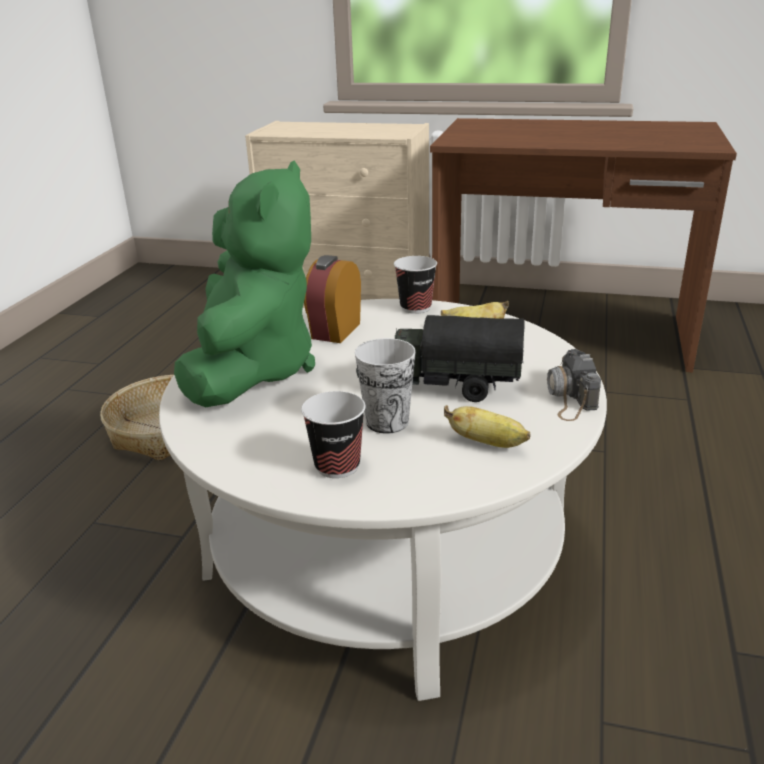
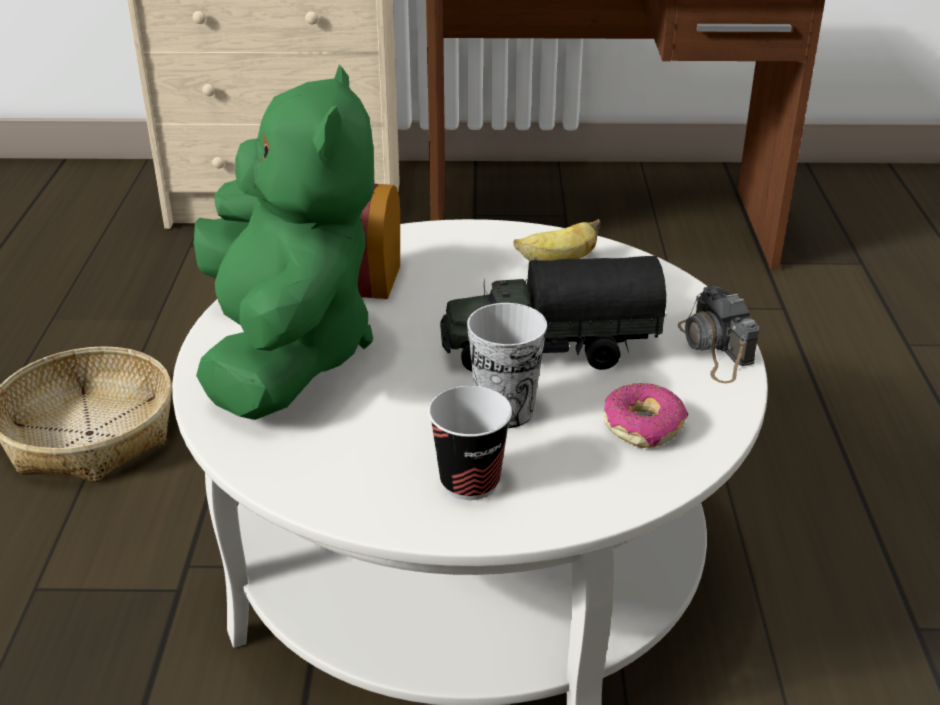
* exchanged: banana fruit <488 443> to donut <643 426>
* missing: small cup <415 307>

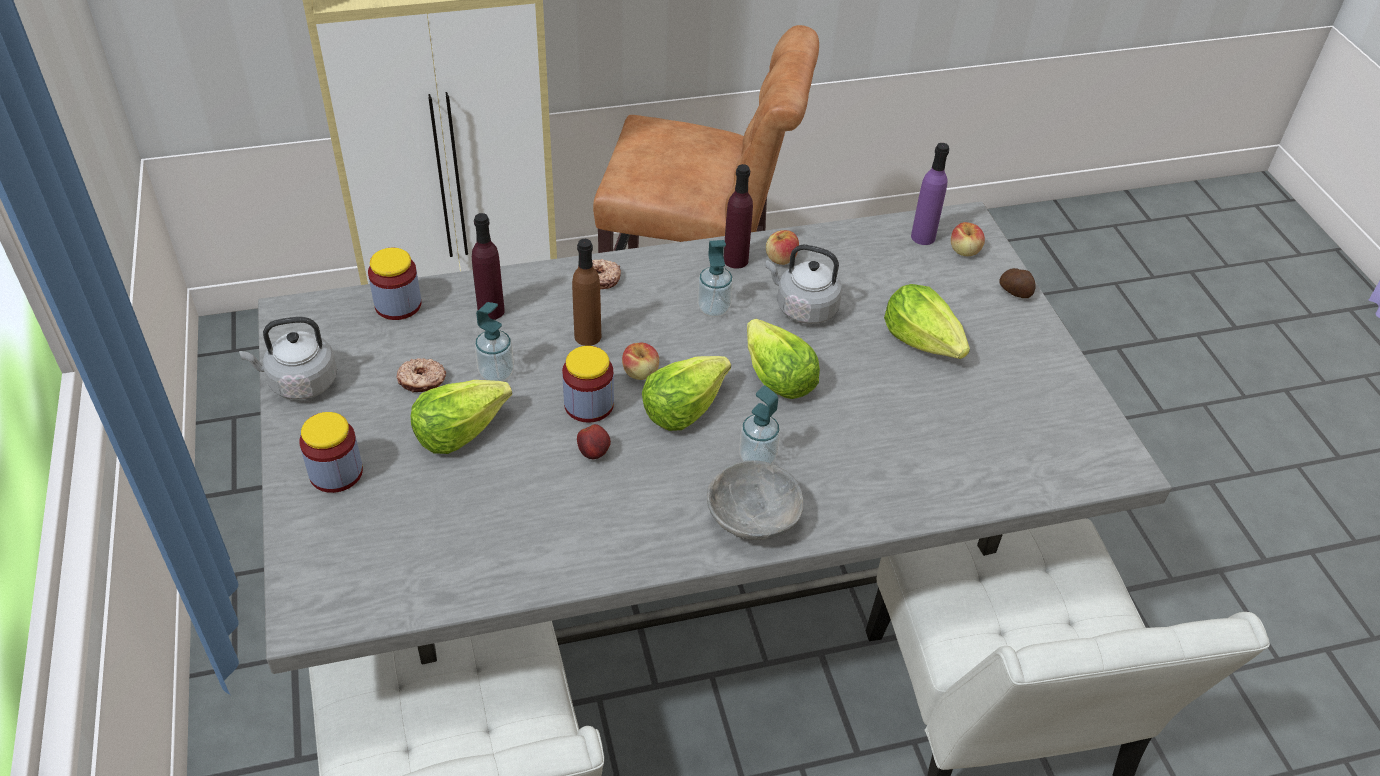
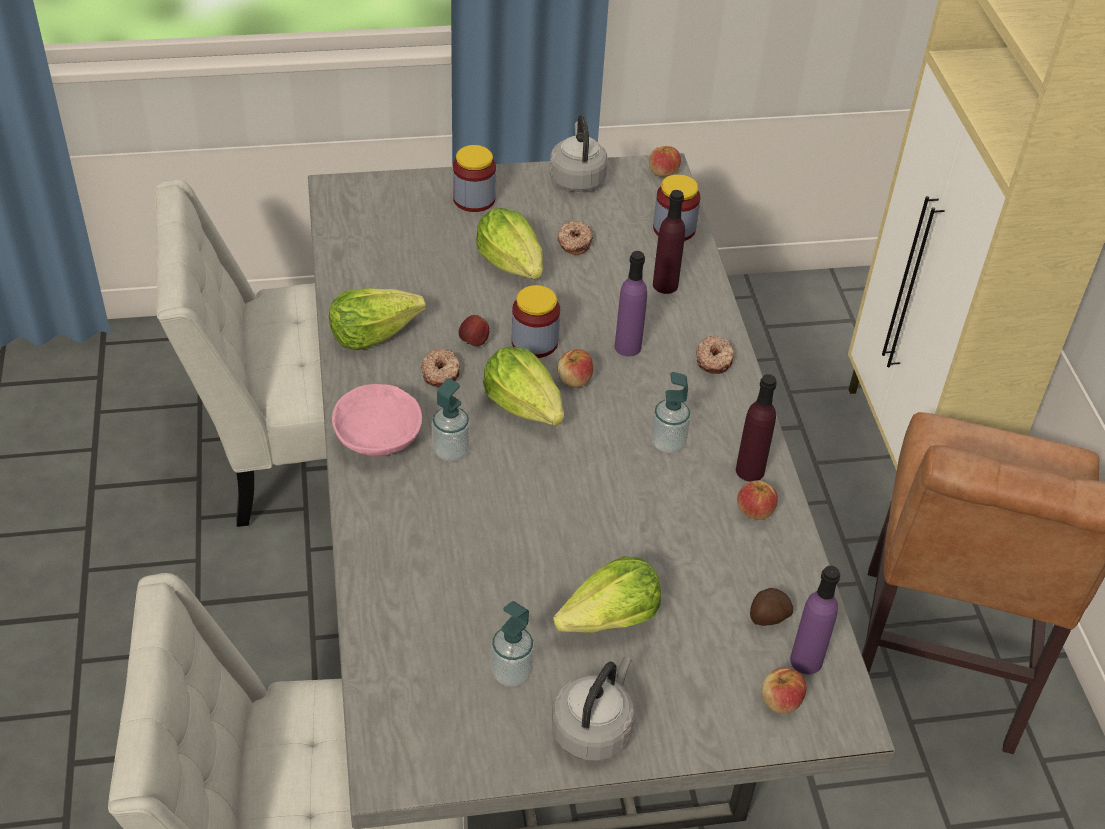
* relocated: lettuce head <776 378> to <373 333>
* colour: bowl/gray <751 519> to bowl/pinkish <377 437>
* appeared: donut <441 373>
* relocated: liquid soap bottle <496 373> to <511 673>
* relocated: tea kettle/gray <803 308> to <593 728>
* colour: drink bottle/brown-coloured <587 336> to drink bottle/purple <627 347>
* appeared: apple <663 172>
* relocated: whole potato <1015 292> to <767 617>

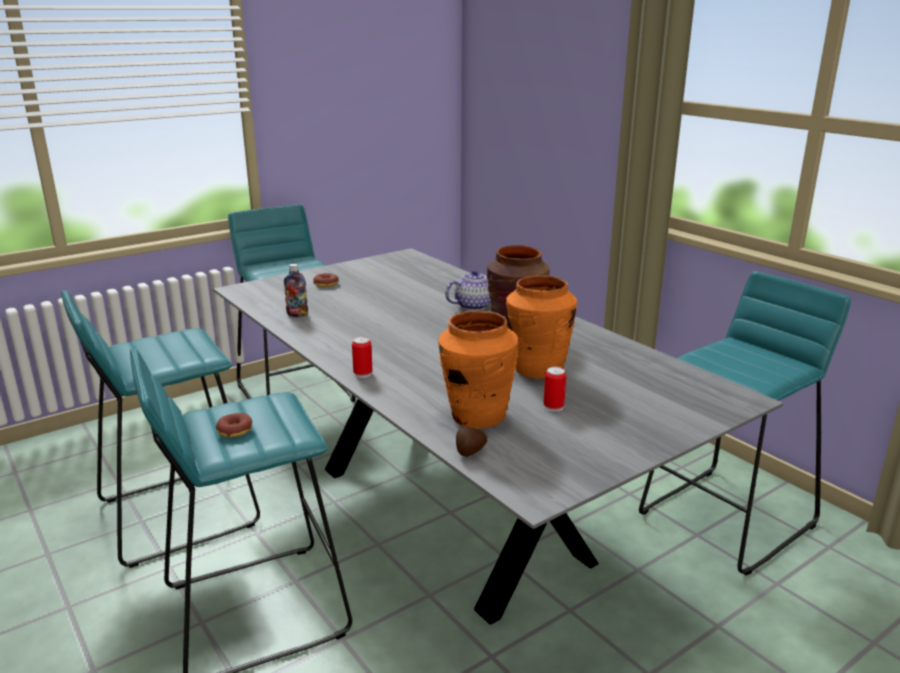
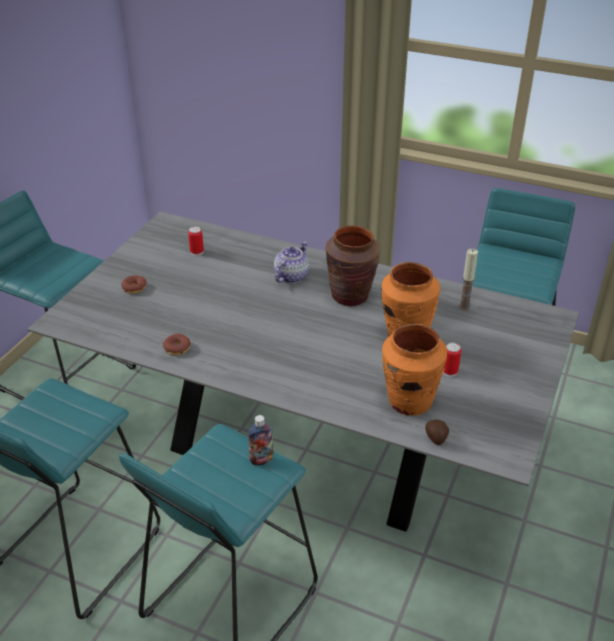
* relocated: donut <235 430> to <177 348>
* relocated: sealed can <363 373> to <197 252>
* relocated: drink bottle <297 314> to <261 460>
* appeared: wax light <464 306>

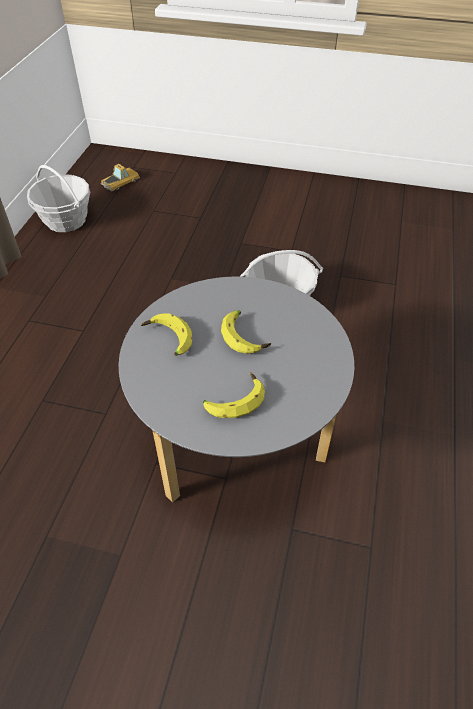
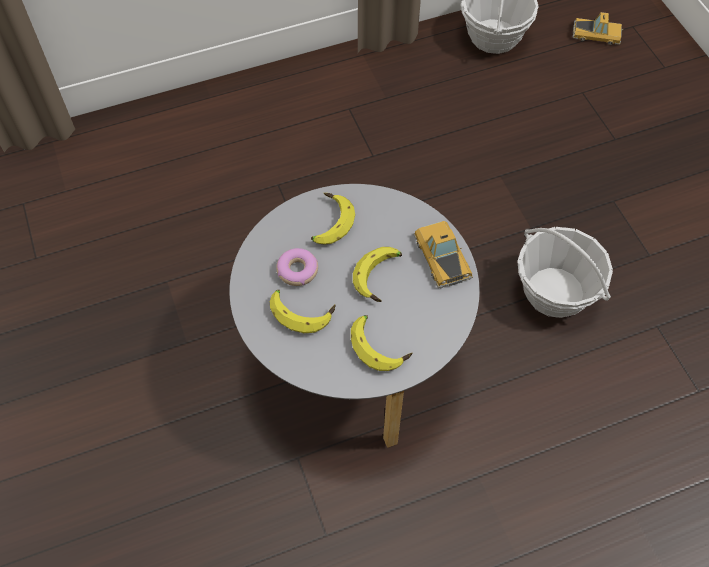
* appeared: donut <297 270>
* appeared: banana fruit <379 345>
* appeared: miniature car <442 256>

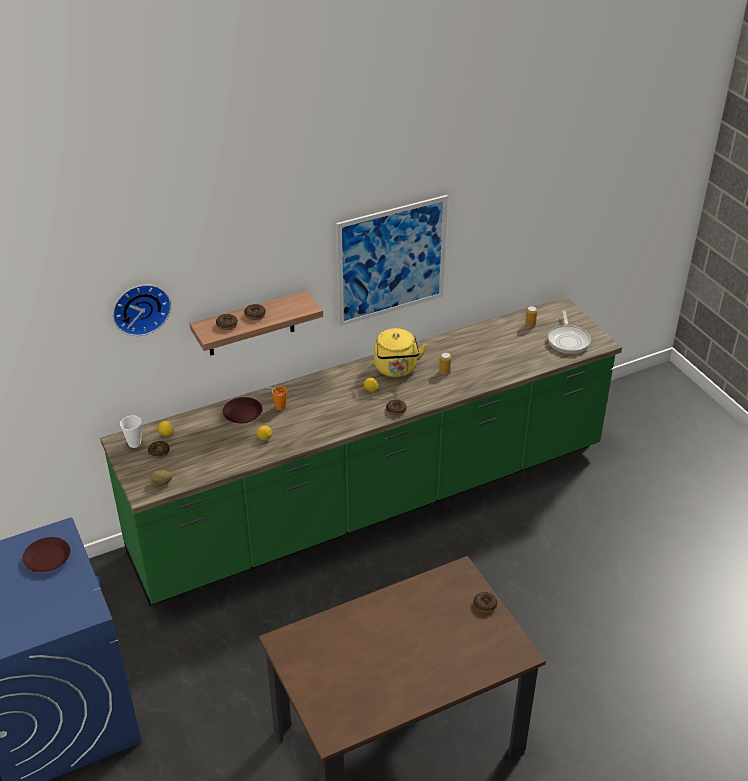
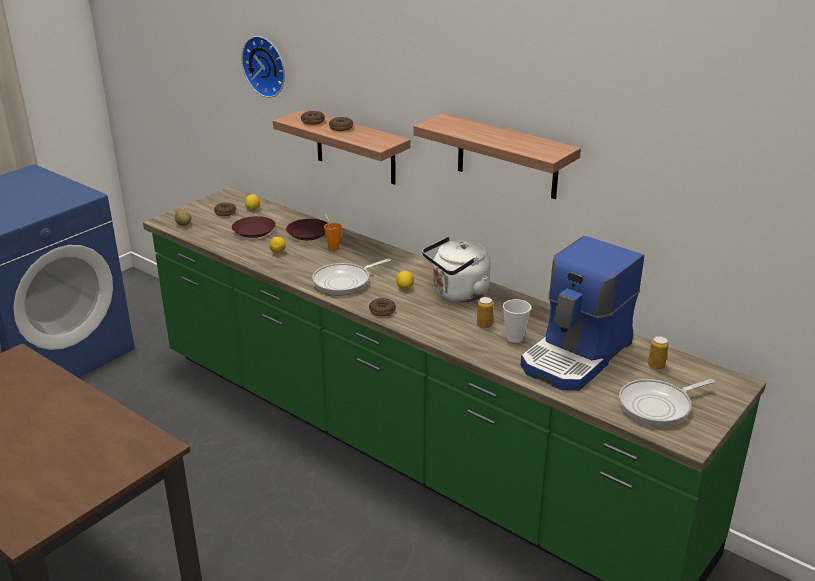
* relocated: flat dish/brown-coloured <48 558> to <254 231>
* appeared: pan <345 282>
* exchanged: wall art <391 261> to bracket shelf <507 157>
* colour: tea kettle/yellowish <396 369> to tea kettle/white-coloured <457 294>
* relocated: small cup <134 443> to <514 338>
* appeared: coffee brewer <577 356>
* missing: donut <485 604>

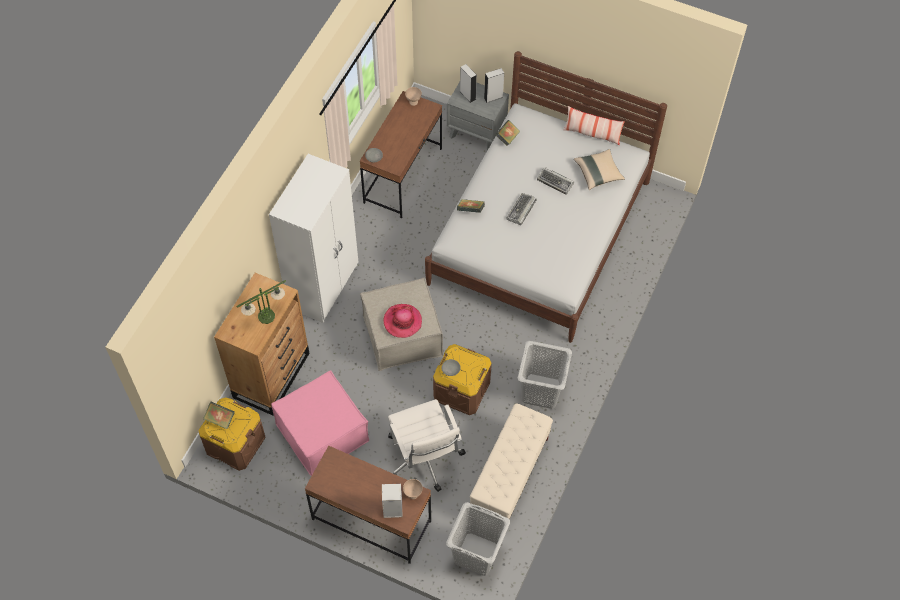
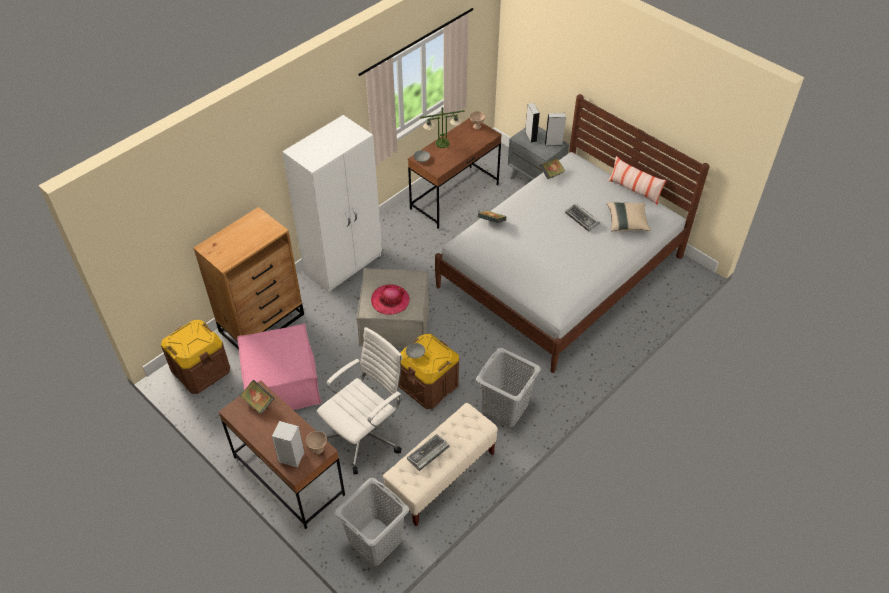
* relocated: book <220 419> to <258 402>
* spun: desk chair/white-coloured <424 458> = <365 435> 135 degrees counterclockwise
* relocated: keyboard <521 211> to <427 454>
* relocated: tabletop lamp <266 316> to <442 143>

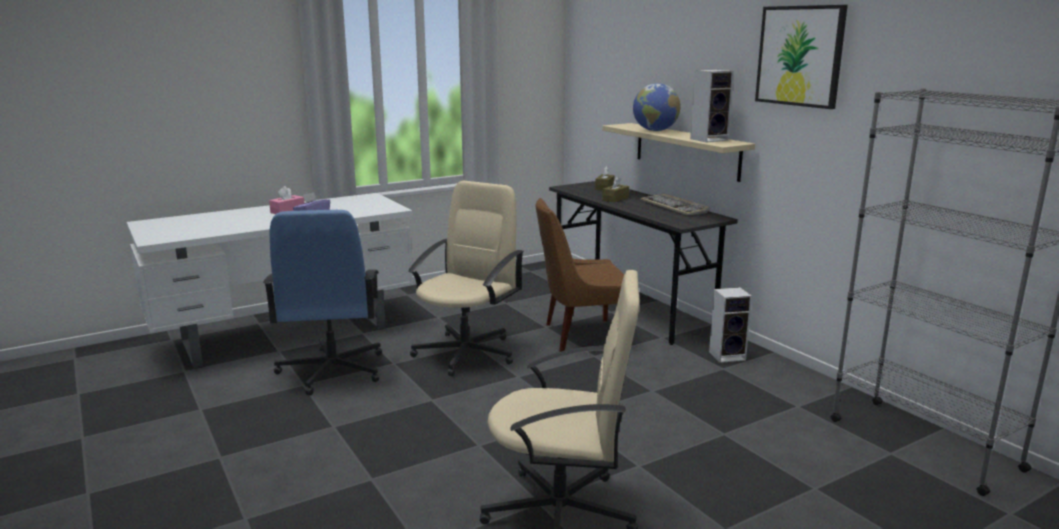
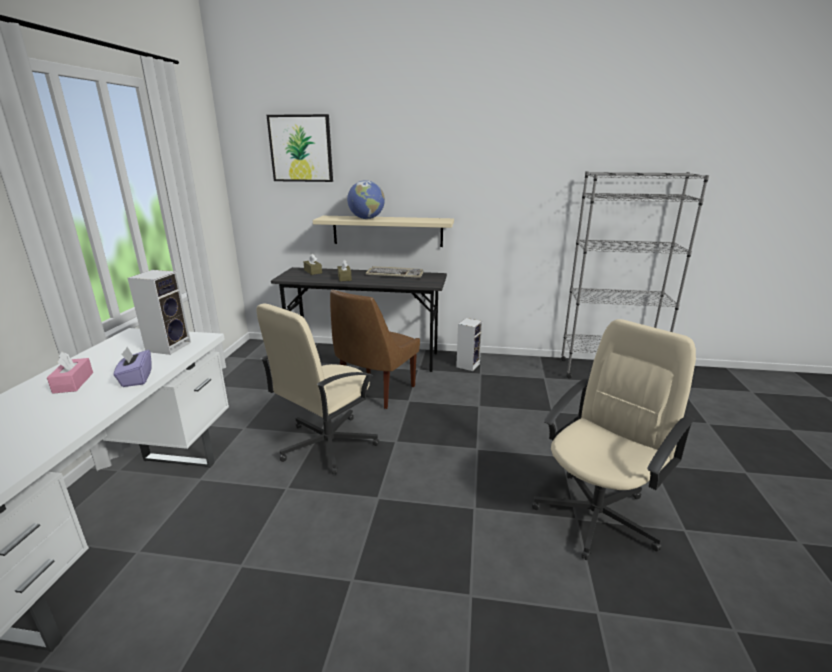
* relocated: loudspeaker <709 139> to <169 346>
* spun: desk chair/beige <467 353> = <327 444> 120 degrees counterclockwise
* relocated: wall art <800 56> to <301 148>
* missing: desk chair/blue-coloured <332 371>

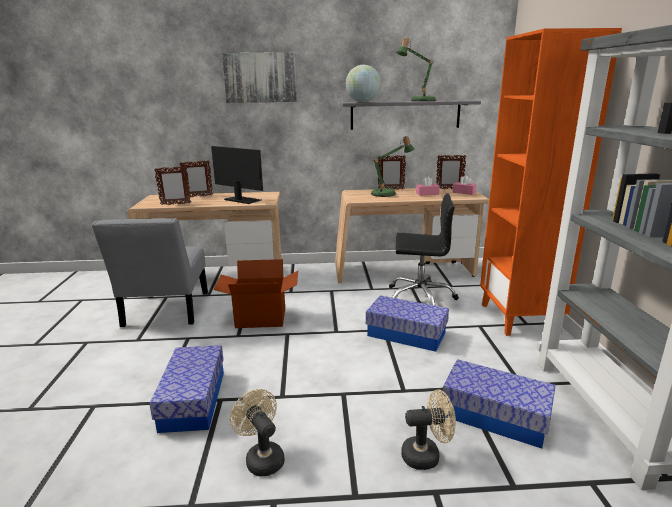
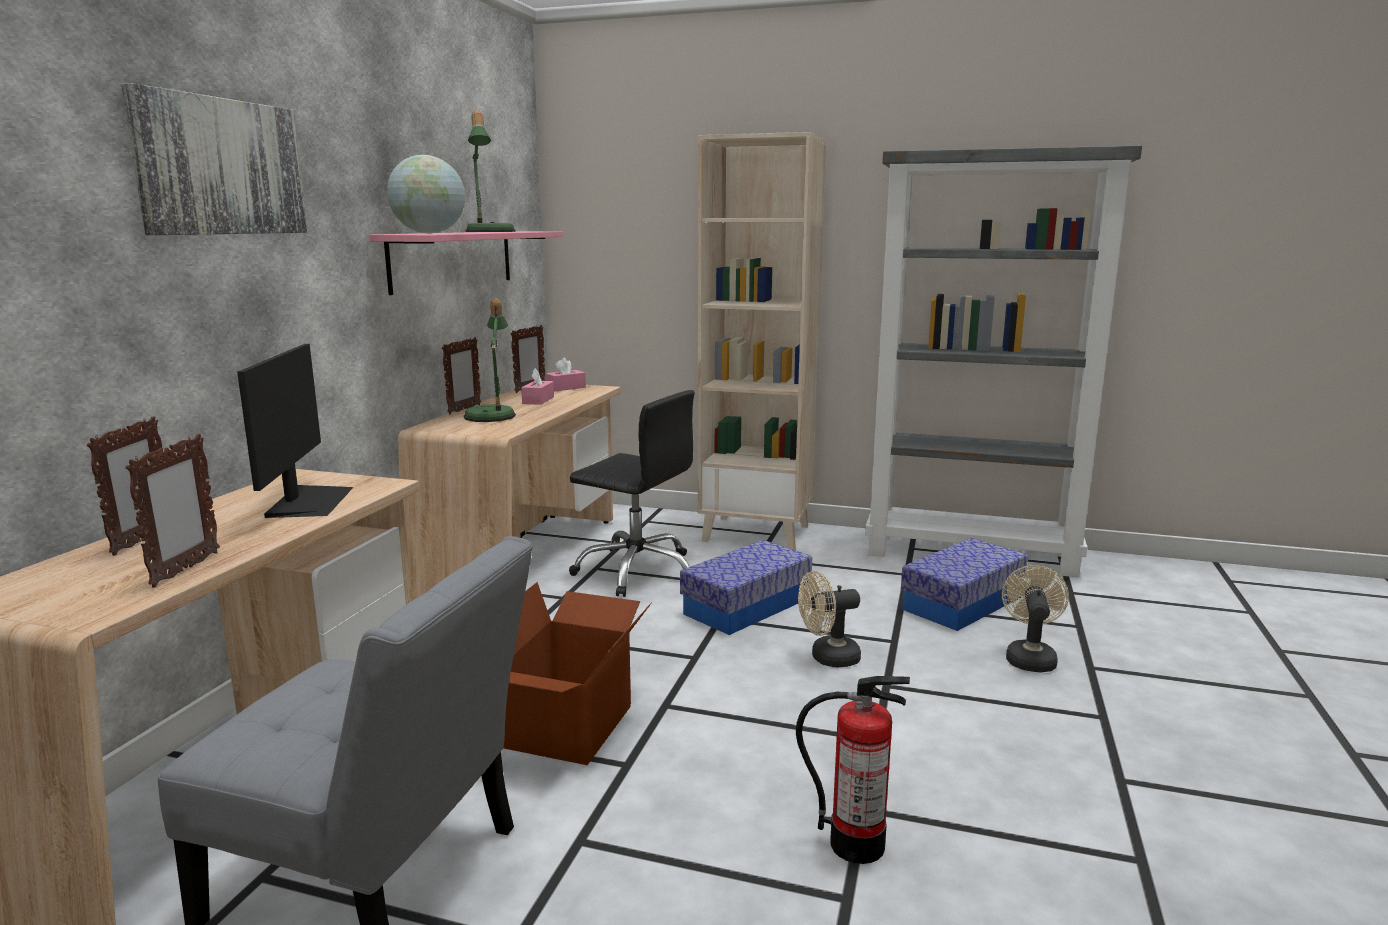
* spun: monitor <242 200> = <308 501> 120 degrees clockwise
* colour: bracket shelf/gray <405 115> to bracket shelf/pinkish <453 259>
* spun: desk chair/black <420 297> = <637 570> 90 degrees clockwise
* colour: shelving unit/orange-coloured <519 318> to shelving unit/beige <757 533>
* exchanged: storage box <193 400> to fire-fighting cylinder <856 844>
* relocated: electric fan/beige <262 457> to <827 658>

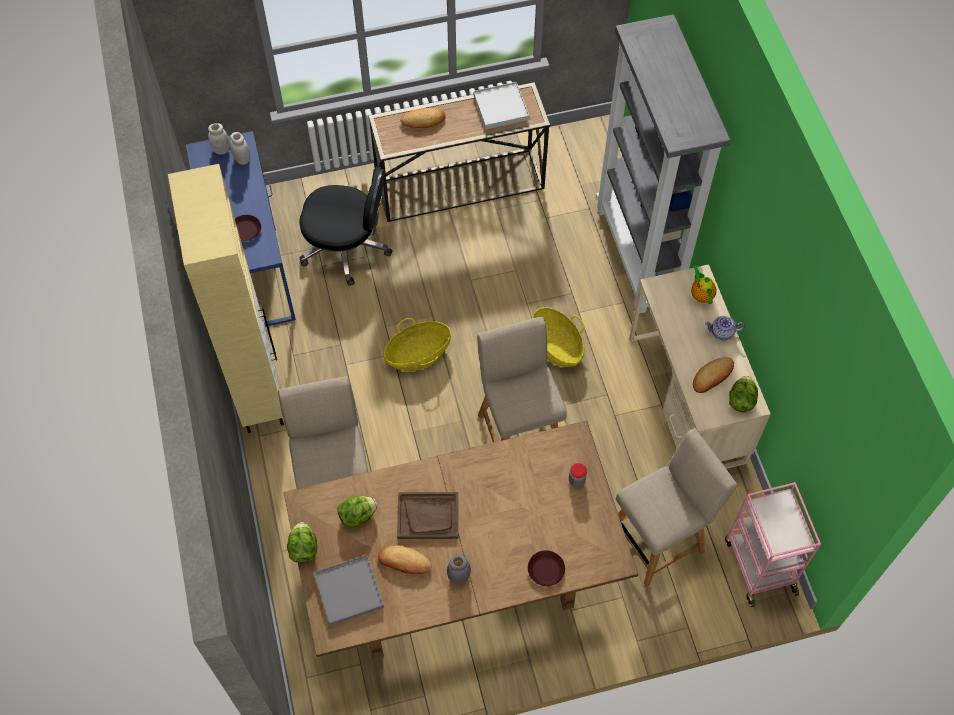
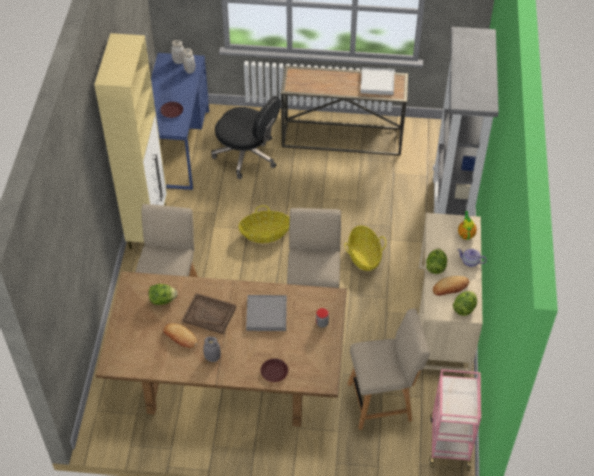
* relocated: serving tray/gray <349 591> to <266 314>
* relocated: lettuce head <303 548> to <435 267>
* missing: baked bread <423 120>

